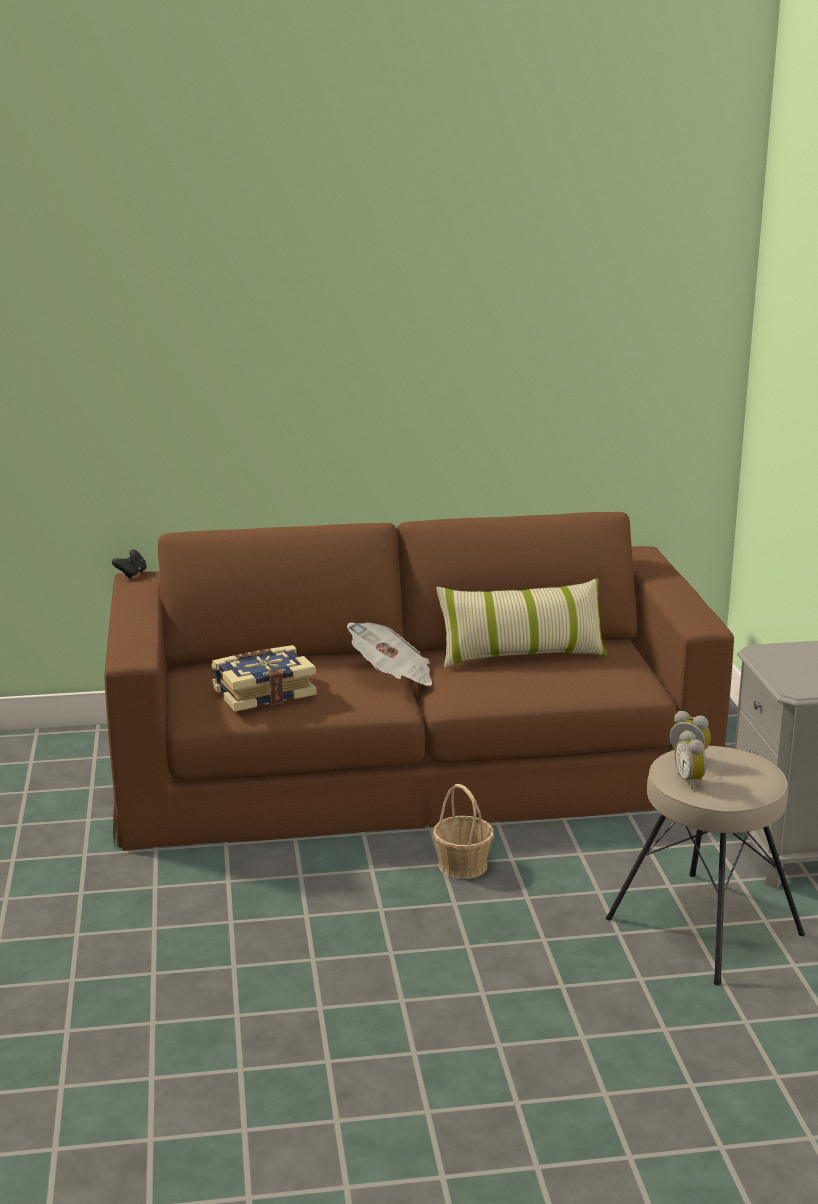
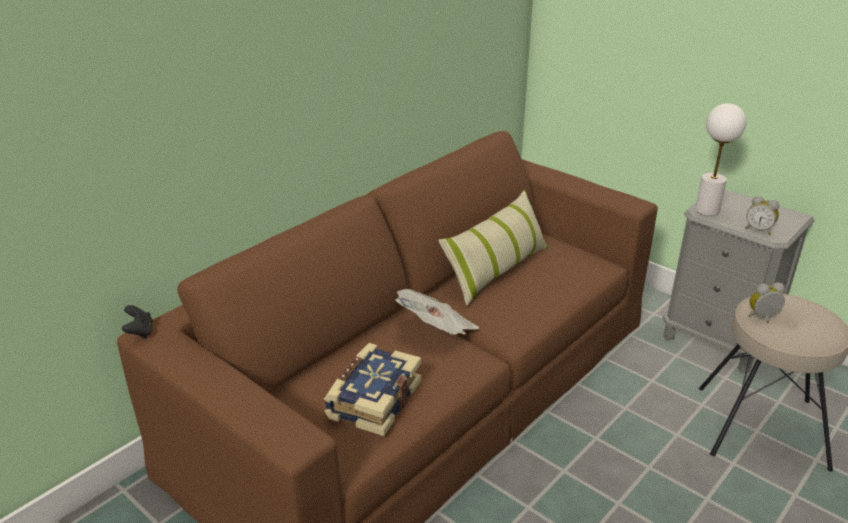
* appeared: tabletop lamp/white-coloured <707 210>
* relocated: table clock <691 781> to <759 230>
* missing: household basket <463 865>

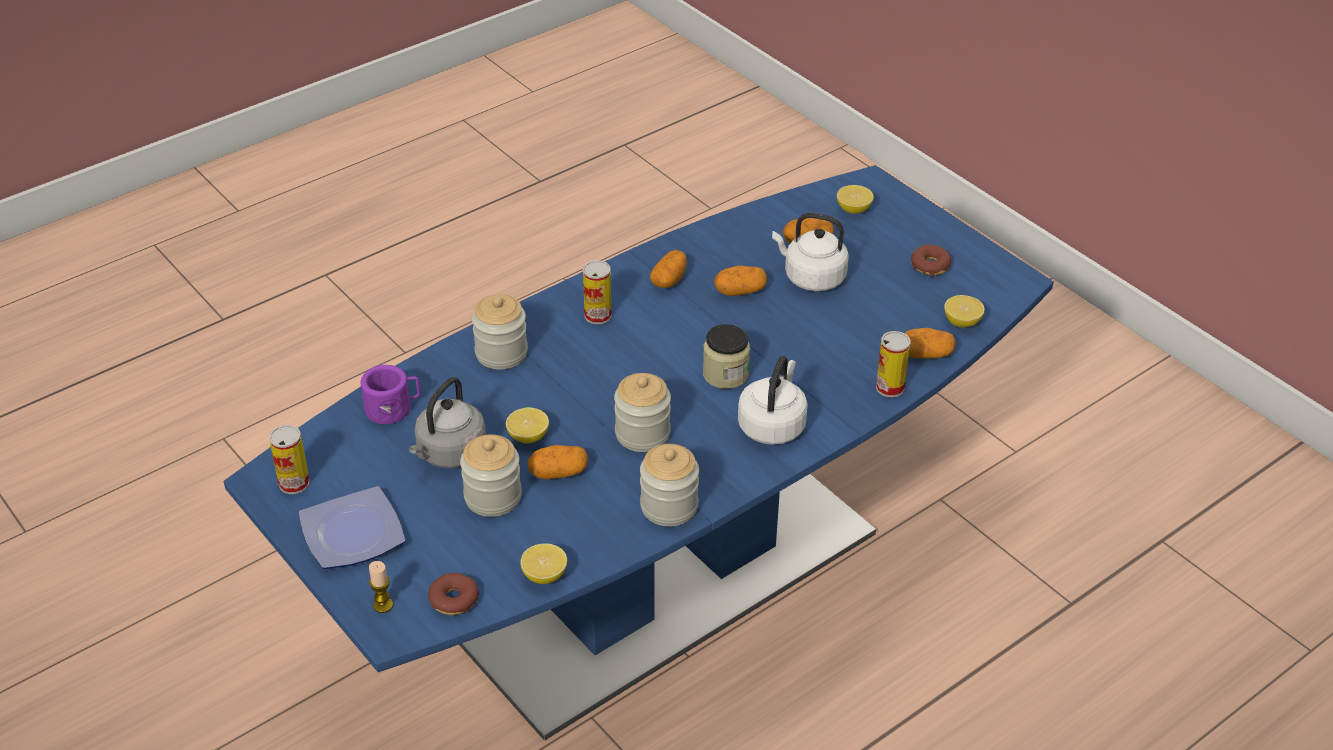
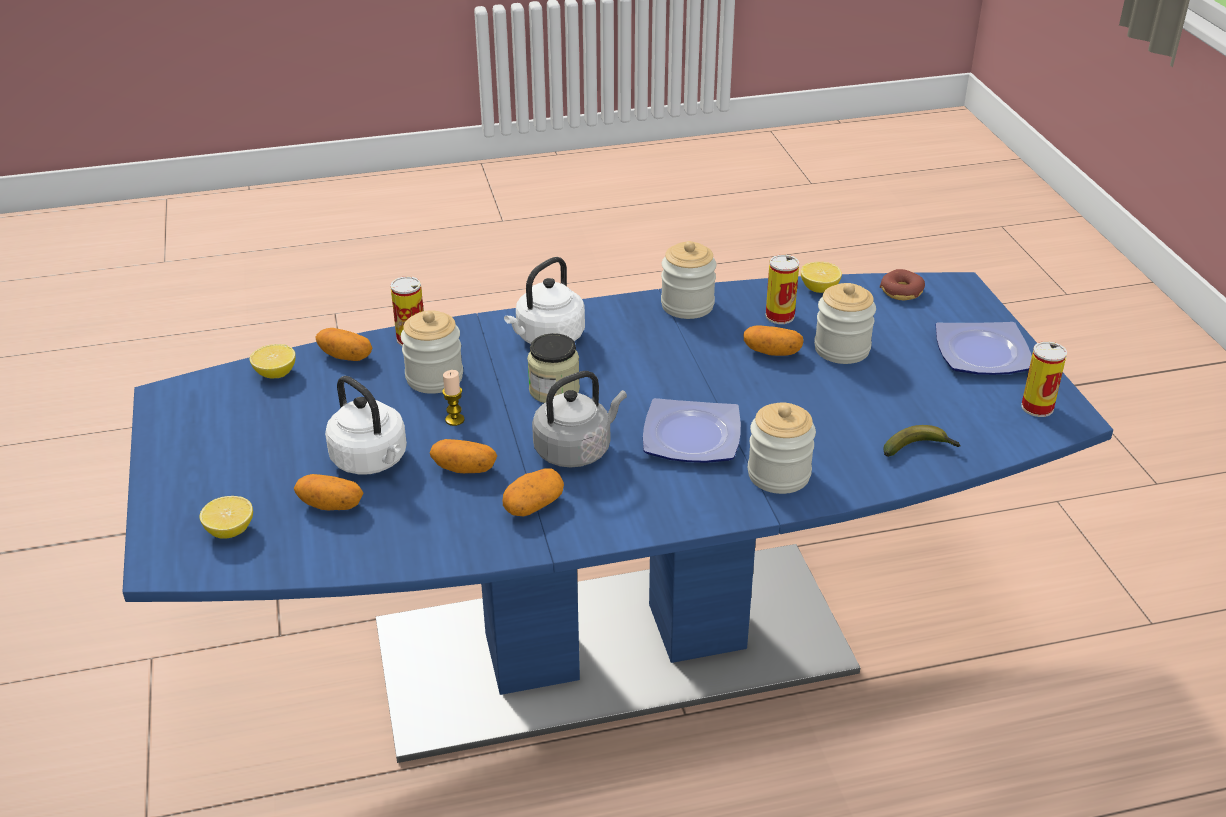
* relocated: preserve jar <642 434> to <434 378>
* relocated: wax light <383 605> to <454 420>
* relocated: tea kettle/gray <449 454> to <576 450>
* appeared: flat dish <693 436>
* relocated: sealed can <598 315> to <779 316>
* exchanged: tea mug/purple <393 408> to banana fruit <920 449>
* missing: citrus fruit <528 437>
* missing: donut <930 266>

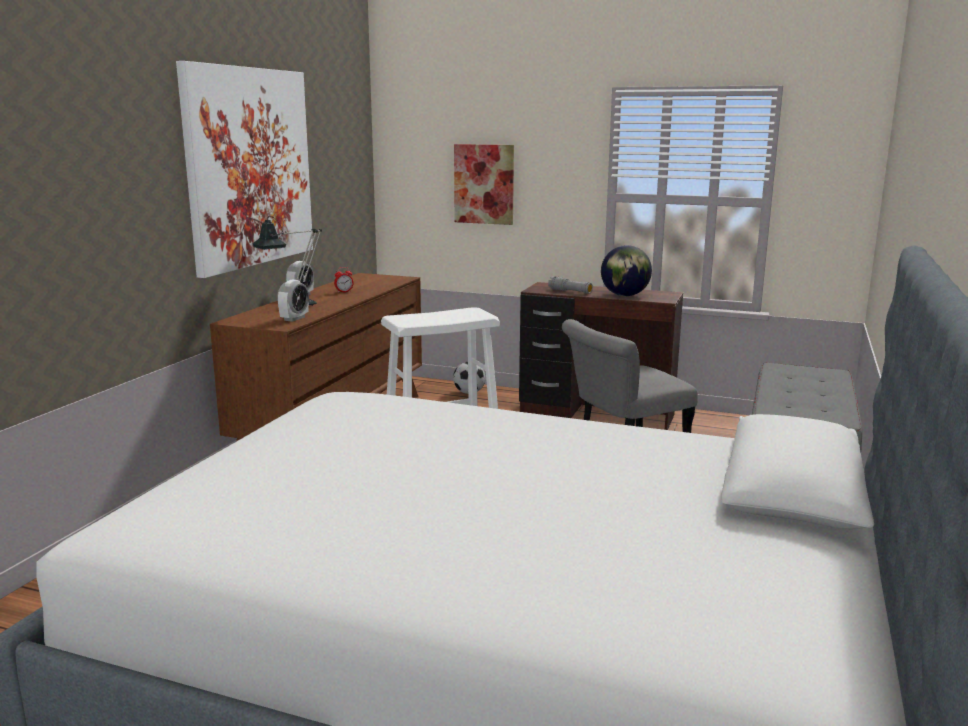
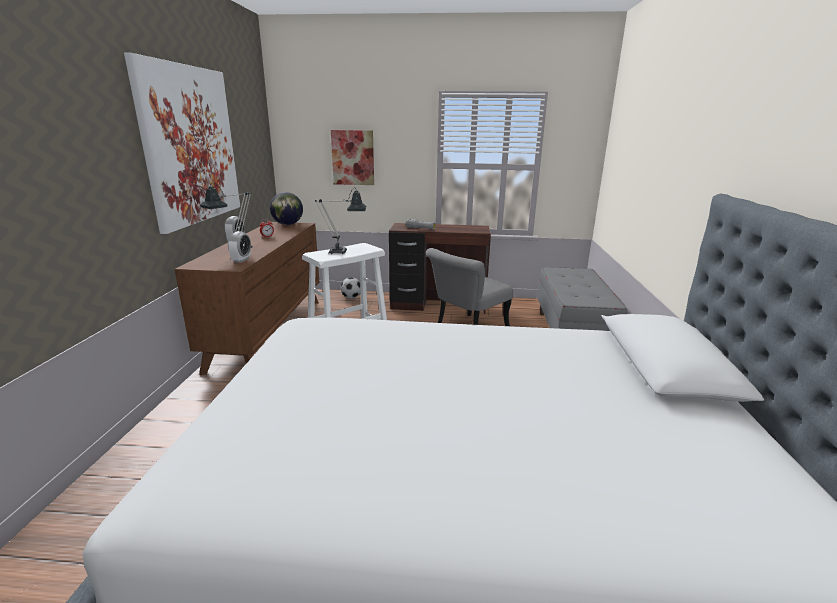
* relocated: globe <624 295> to <288 224>
* appeared: tabletop lamp <343 252>

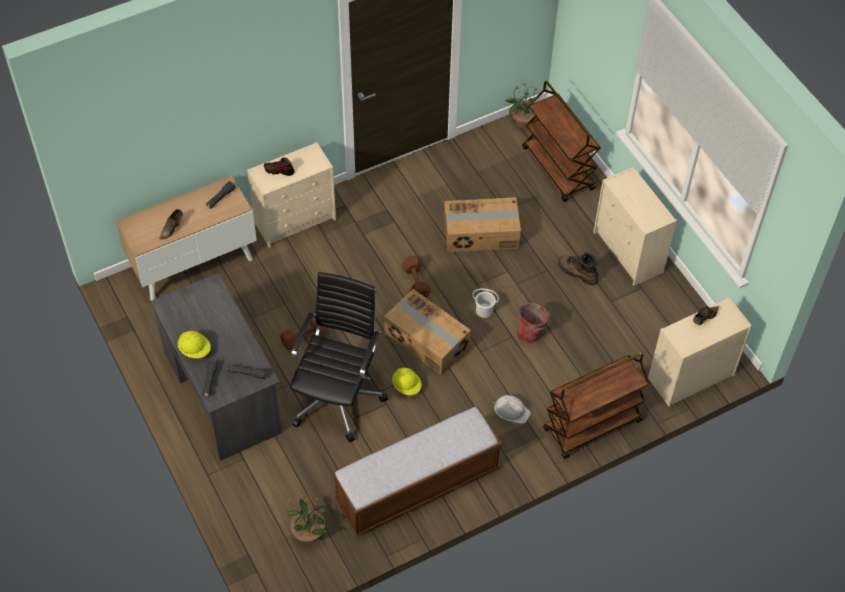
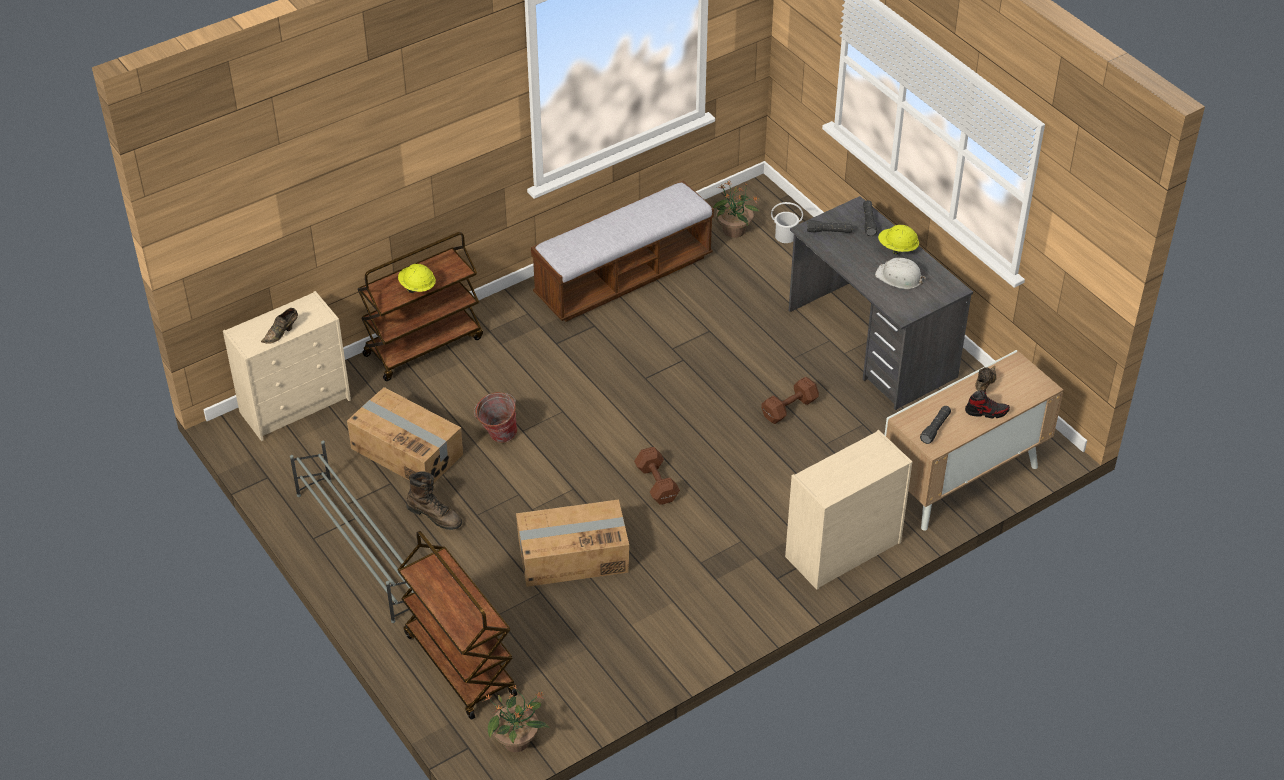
* exchanged: chest of drawers/beige <628 253> to shoe shelf/gray <360 548>
* relocated: cardboard box <426 340> to <407 451>
* relocated: hard hat/yellowish <407 386> to <417 287>
* relocated: water bucket/white-coloured <484 310> to <785 236>
* relocated: hard hat/white-coloured <511 410> to <899 277>
* relocated: item of footwear <279 171> to <986 412>
* missing: desk chair/black <338 396>

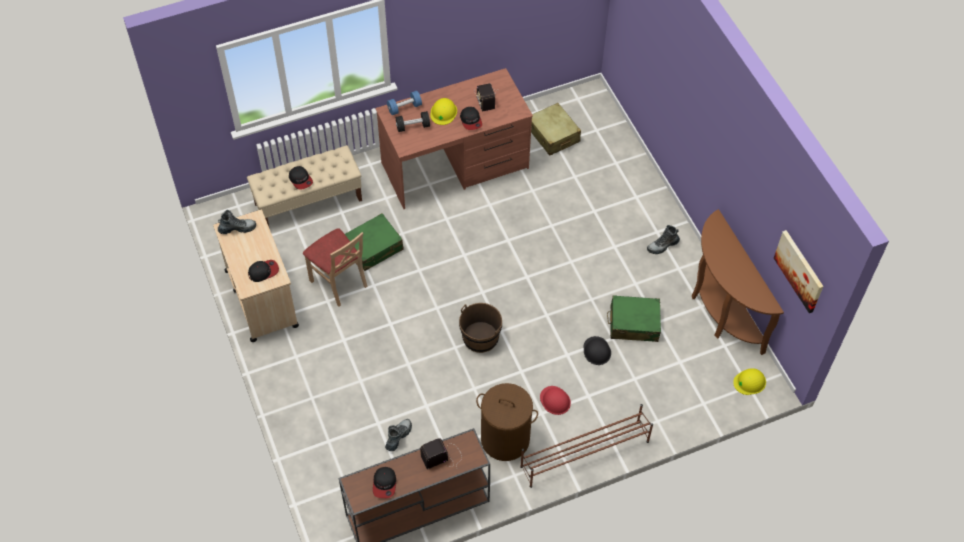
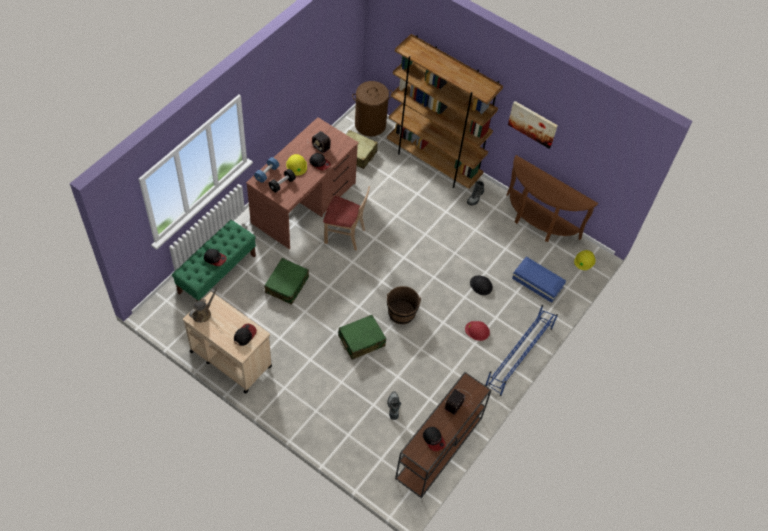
* colour: long seat/beige <308 202> to long seat/greenish <217 274>
* exchanged: high-top boot <237 228> to watering can/brown-coloured <203 313>
* relocated: upright chair/beige <339 282> to <344 235>
* relocated: piece of luggage/greenish <633 324> to <361 341>
* relocated: hamper/brown-coloured <505 439> to <370 125>
* appeared: shelving unit/brown-coloured <433 162>
* colour: shoe shelf/brown-coloured <584 454> to shoe shelf/blue-coloured <518 356>
* relocated: wall art <799 271> to <533 124>
* appeared: storage box/blue-coloured <537 283>

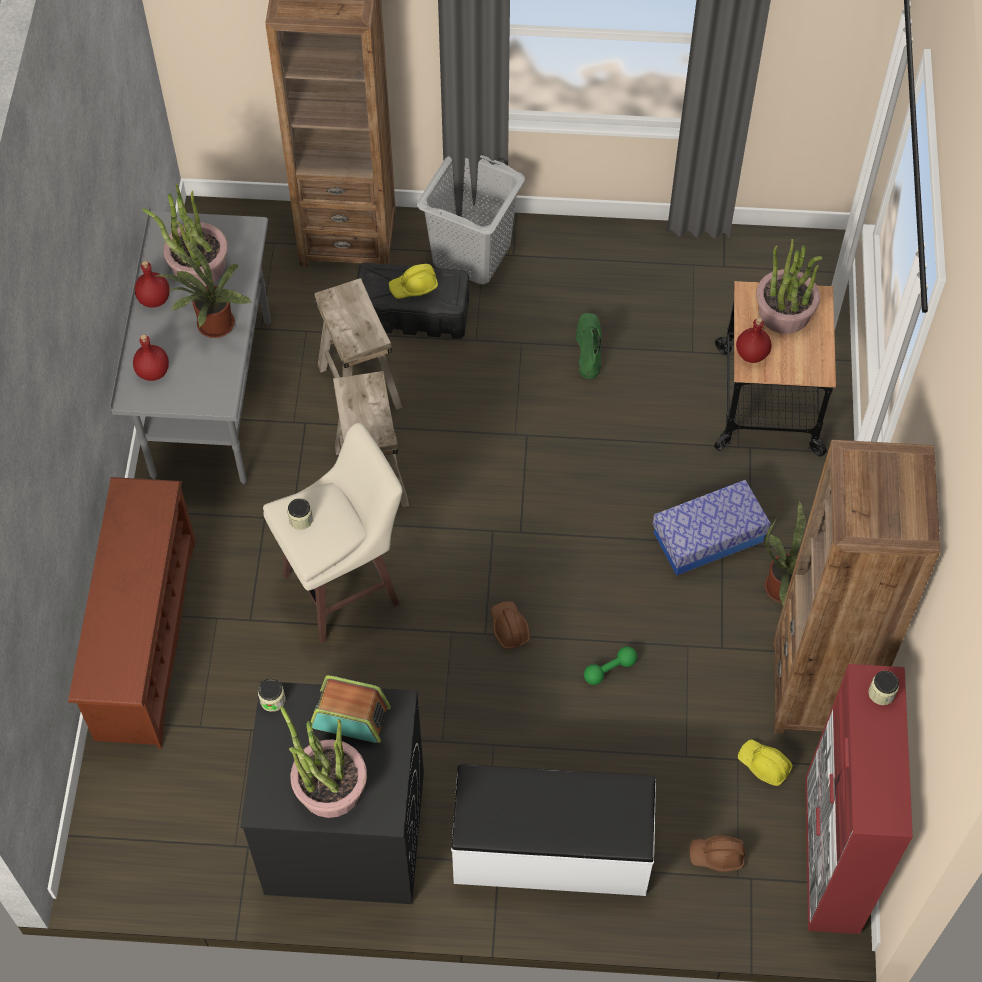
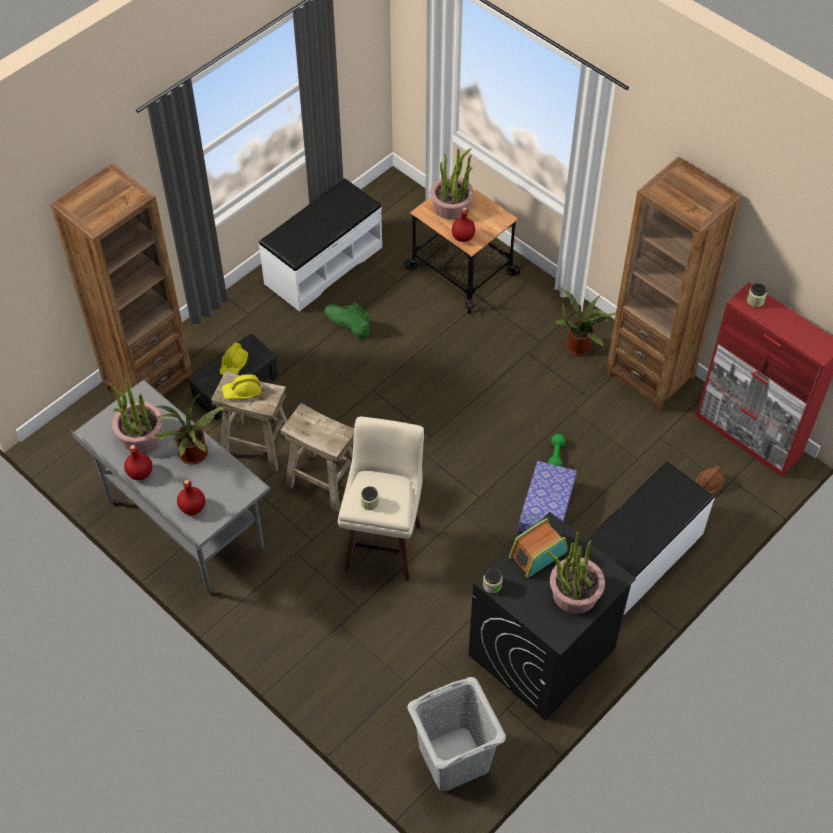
* relocated: hard hat/yellowish <764 764> to <242 391>
* appeared: long seat/white-coloured <323 265>
* relocated: hamper/gray <471 255> to <454 759>
* relocated: storage box <708 537> to <546 511>
* missing: shoe shelf/brown-coloured <144 638>
* missing: hard hat/brown-coloured <509 628>

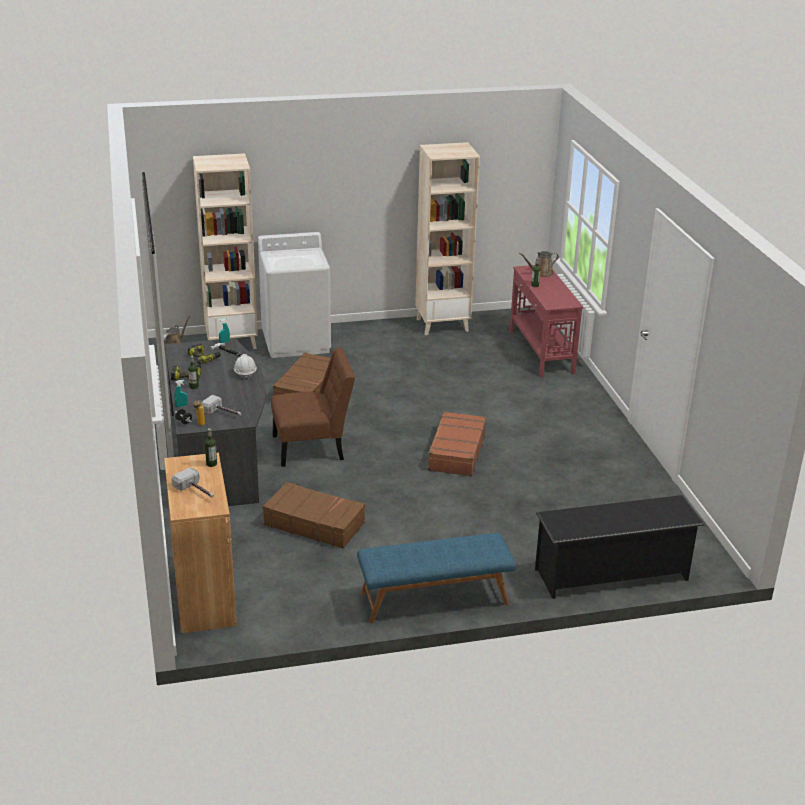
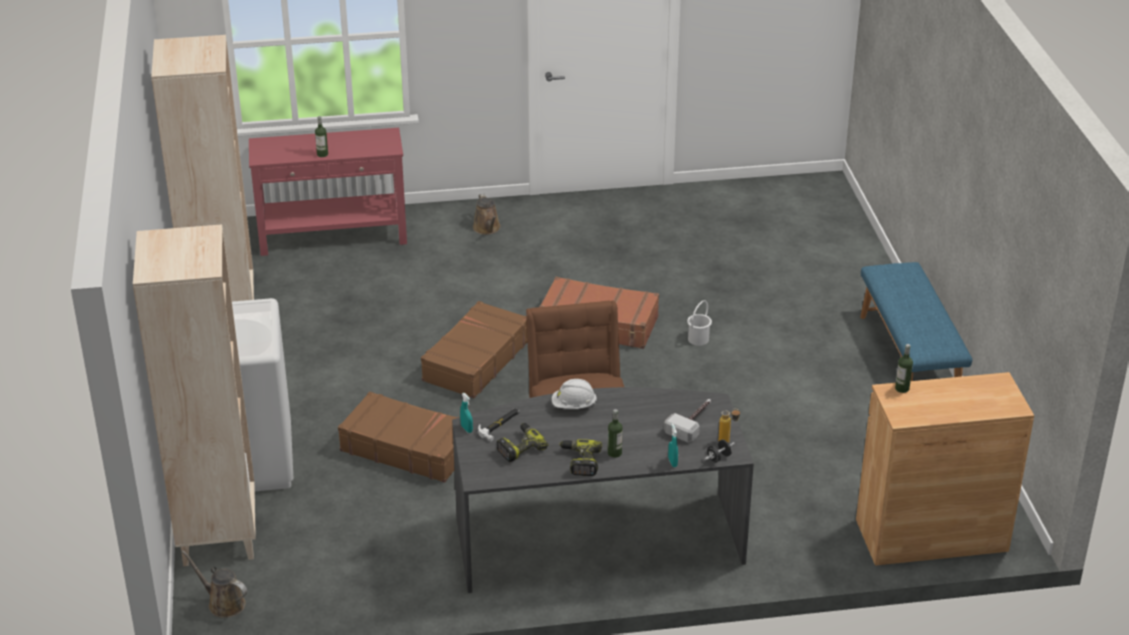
* relocated: piece of luggage/brown-coloured <314 523> to <475 360>
* relocated: watering can/brown-coloured <541 273> to <487 229>
* appeared: water bucket/white-coloured <698 339>
* missing: hand hammer <197 491>
* missing: shoe shelf/black <612 574>

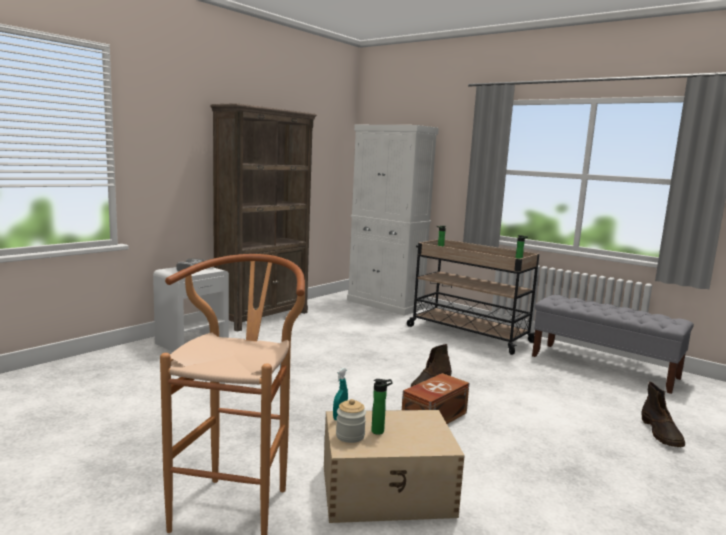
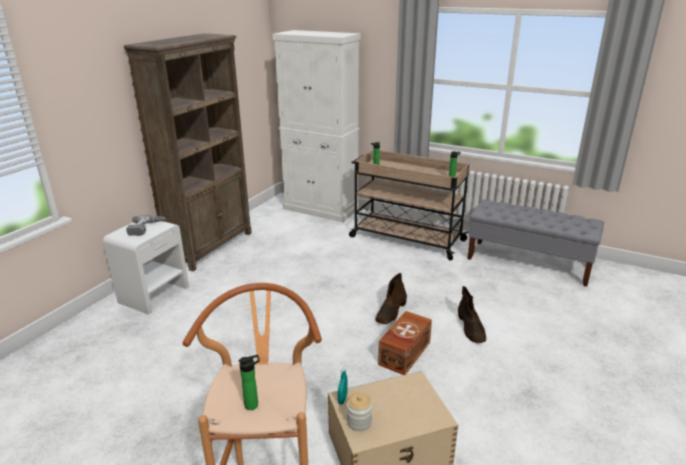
* relocated: drink bottle <379 431> to <253 404>
* relocated: high-top boot/brown-coloured <661 433> to <471 328>

